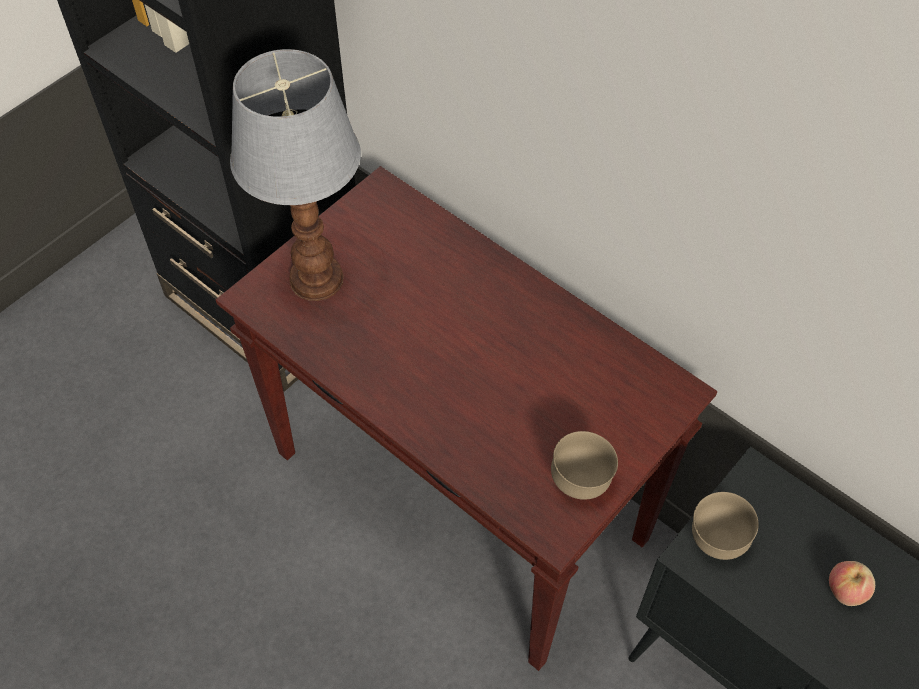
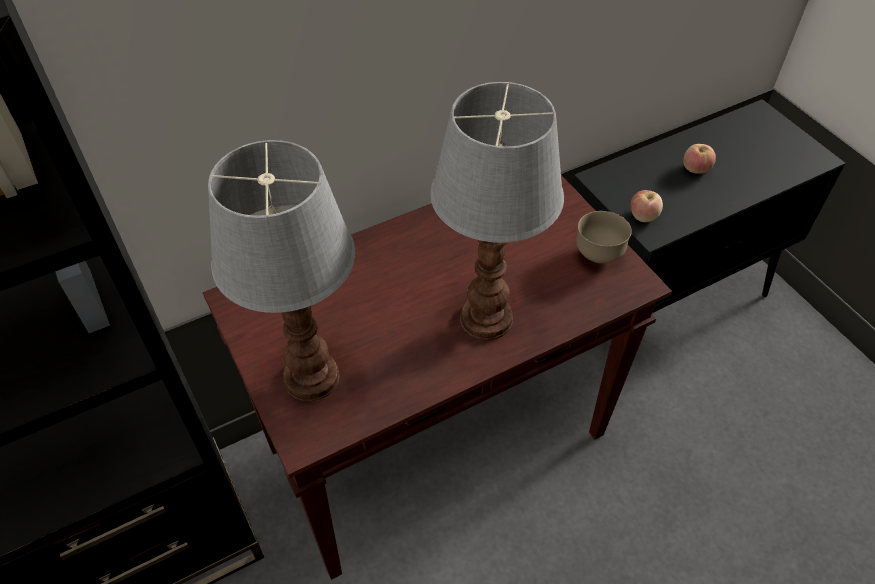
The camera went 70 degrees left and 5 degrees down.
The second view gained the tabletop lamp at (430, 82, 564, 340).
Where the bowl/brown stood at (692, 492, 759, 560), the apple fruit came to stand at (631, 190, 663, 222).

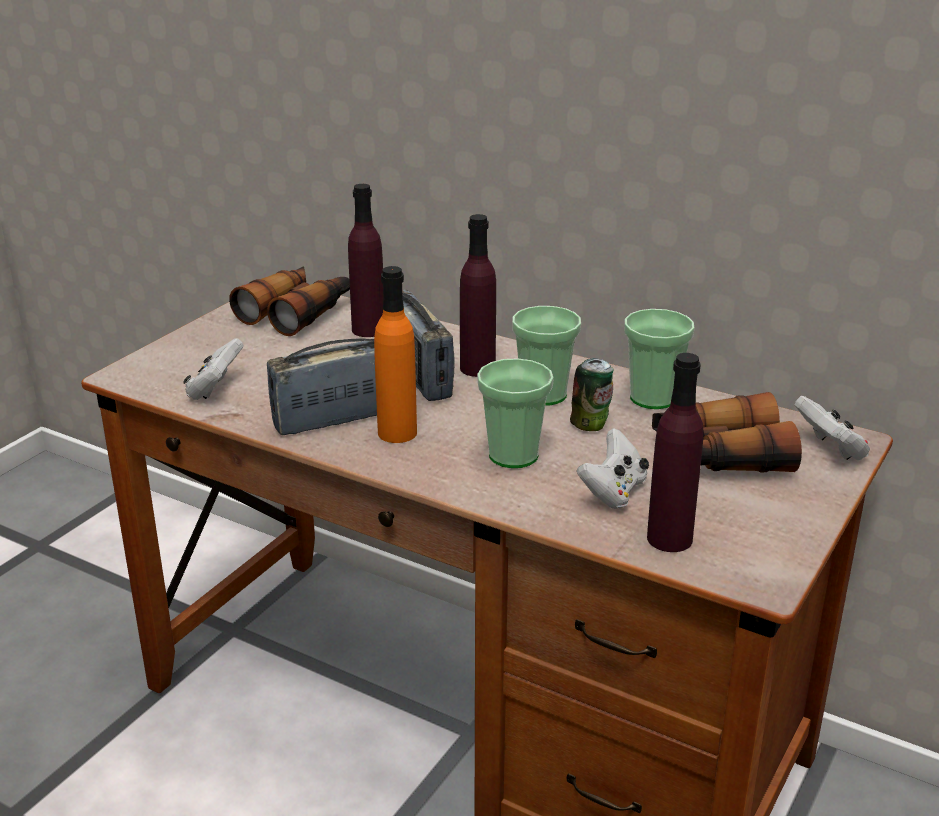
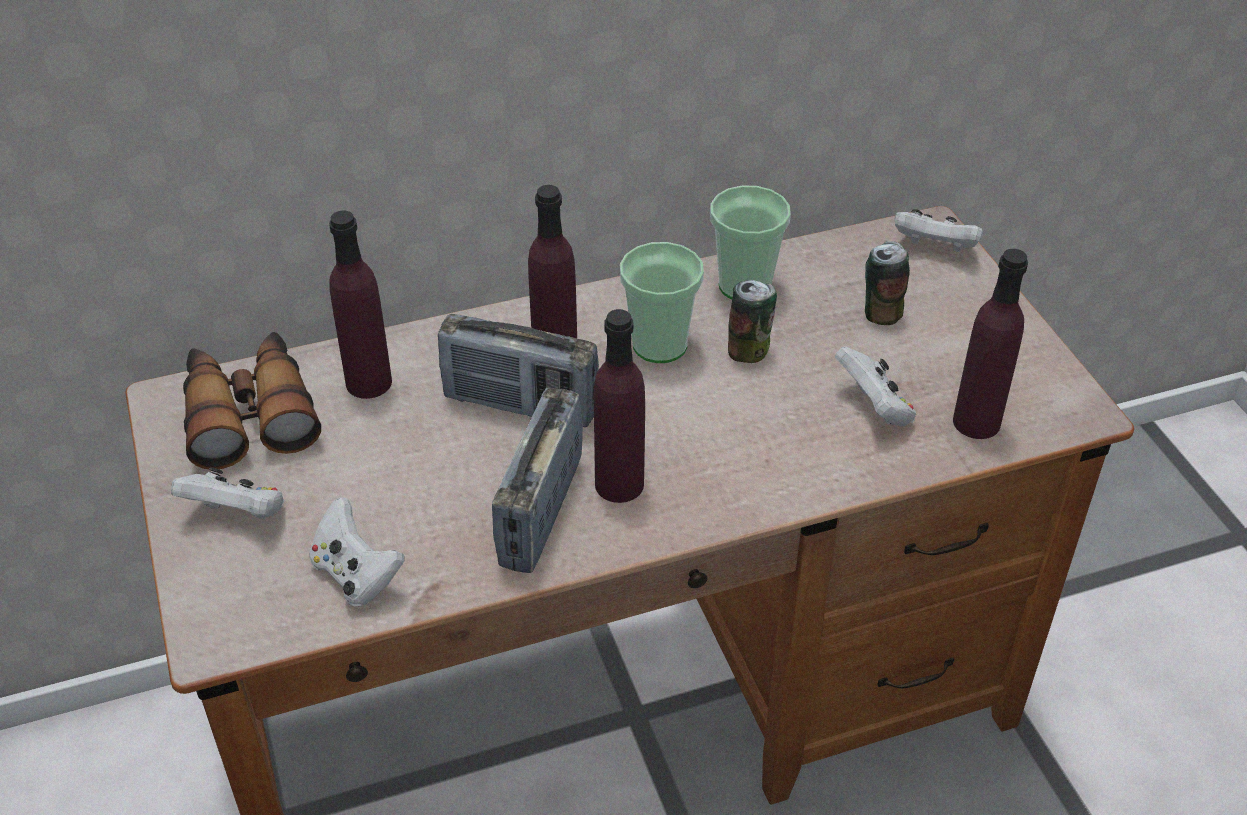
The camera went 50 degrees left and 15 degrees up.
The second view gained the gamepad/whitish at (171, 467, 284, 520).
What was the drink bottle/orange-coloured at (374, 266, 417, 443) turned into the drink bottle/purple-coloured at (594, 309, 645, 503).
Where the pair of binoculars stood at (652, 392, 802, 473), the sealed can came to stand at (865, 241, 910, 325).
The second view lost the drinking cup at (477, 358, 554, 468).

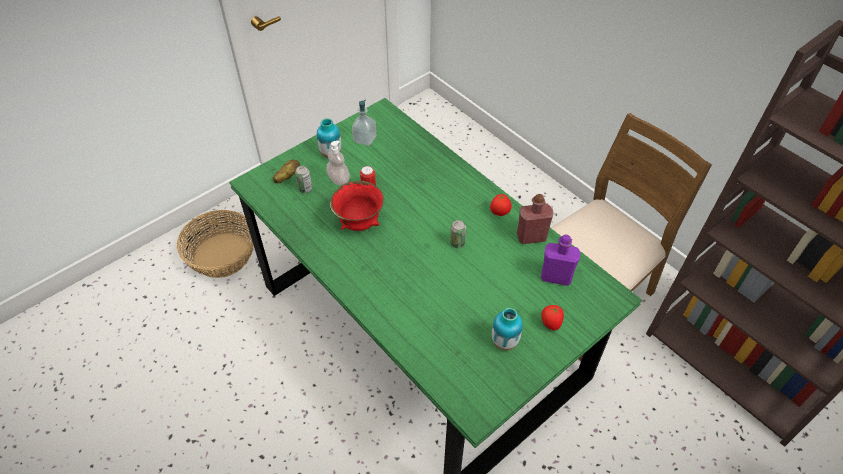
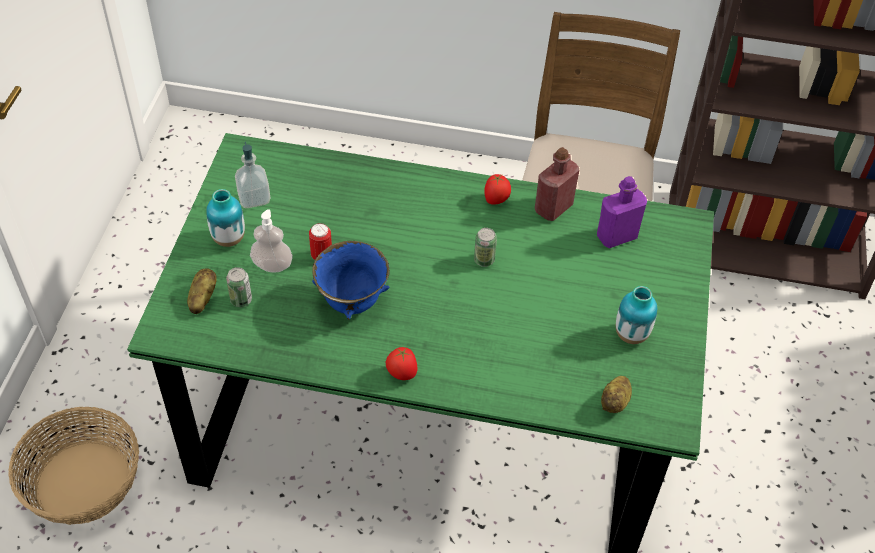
The camera went 40 degrees left and 0 degrees up.
What was the bowl/red-coloured at (329, 181, 384, 231) turned into the bowl/blue-coloured at (312, 241, 390, 320).
The whole tomato ended up elsewhere, having gone from (541, 305, 564, 330) to (386, 347, 417, 380).
The second view gained the spud at (601, 376, 632, 413).

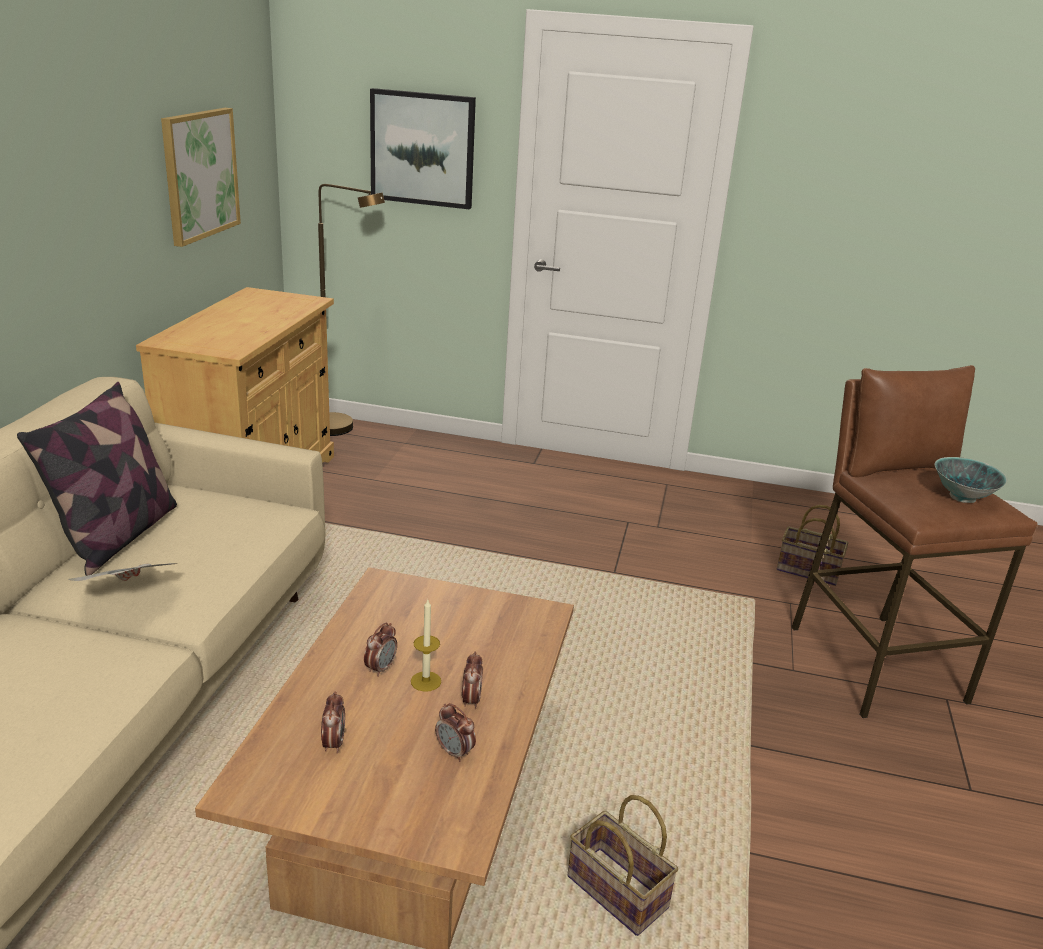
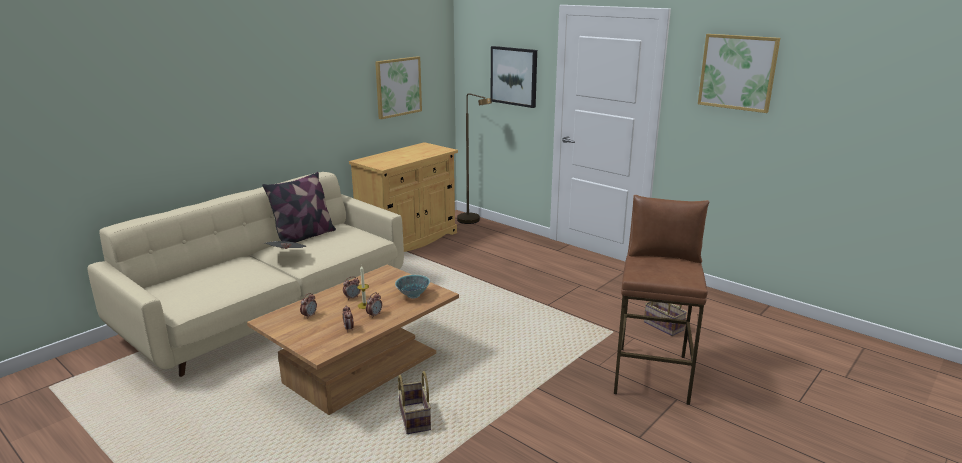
The camera went 30 degrees right and 5 degrees down.
The bowl ended up elsewhere, having gone from (934, 457, 1007, 503) to (395, 275, 430, 299).
The second view gained the wall art at (698, 34, 780, 113).

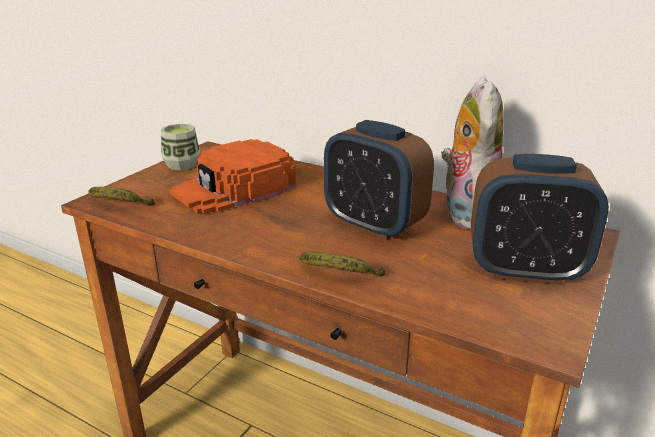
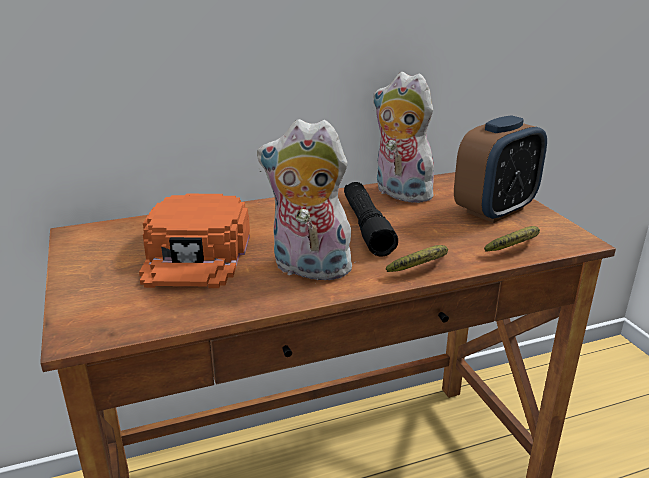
The camera went 50 degrees left and 0 degrees up.
The second view gained the soft toy at (257, 119, 358, 284).
Where the table clock stood at (324, 120, 434, 240), the hand torch/blackish came to stand at (344, 182, 398, 257).
The banana fruit ended up elsewhere, having gone from (88, 187, 154, 206) to (484, 226, 540, 252).
The second view lost the drinking cup at (161, 124, 200, 170).

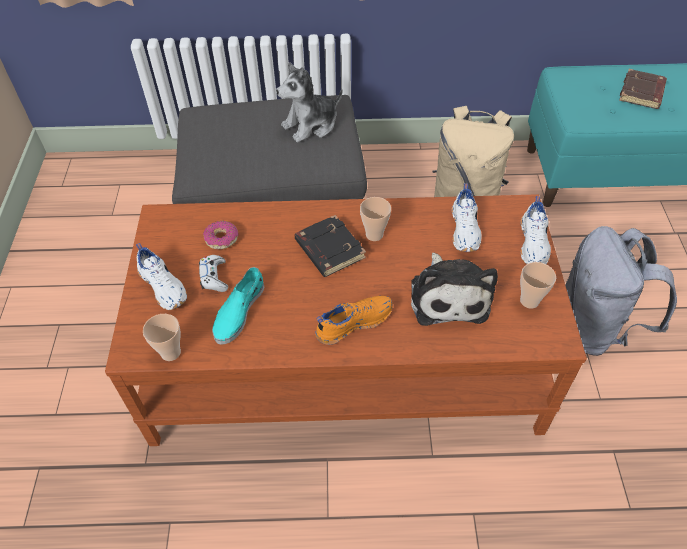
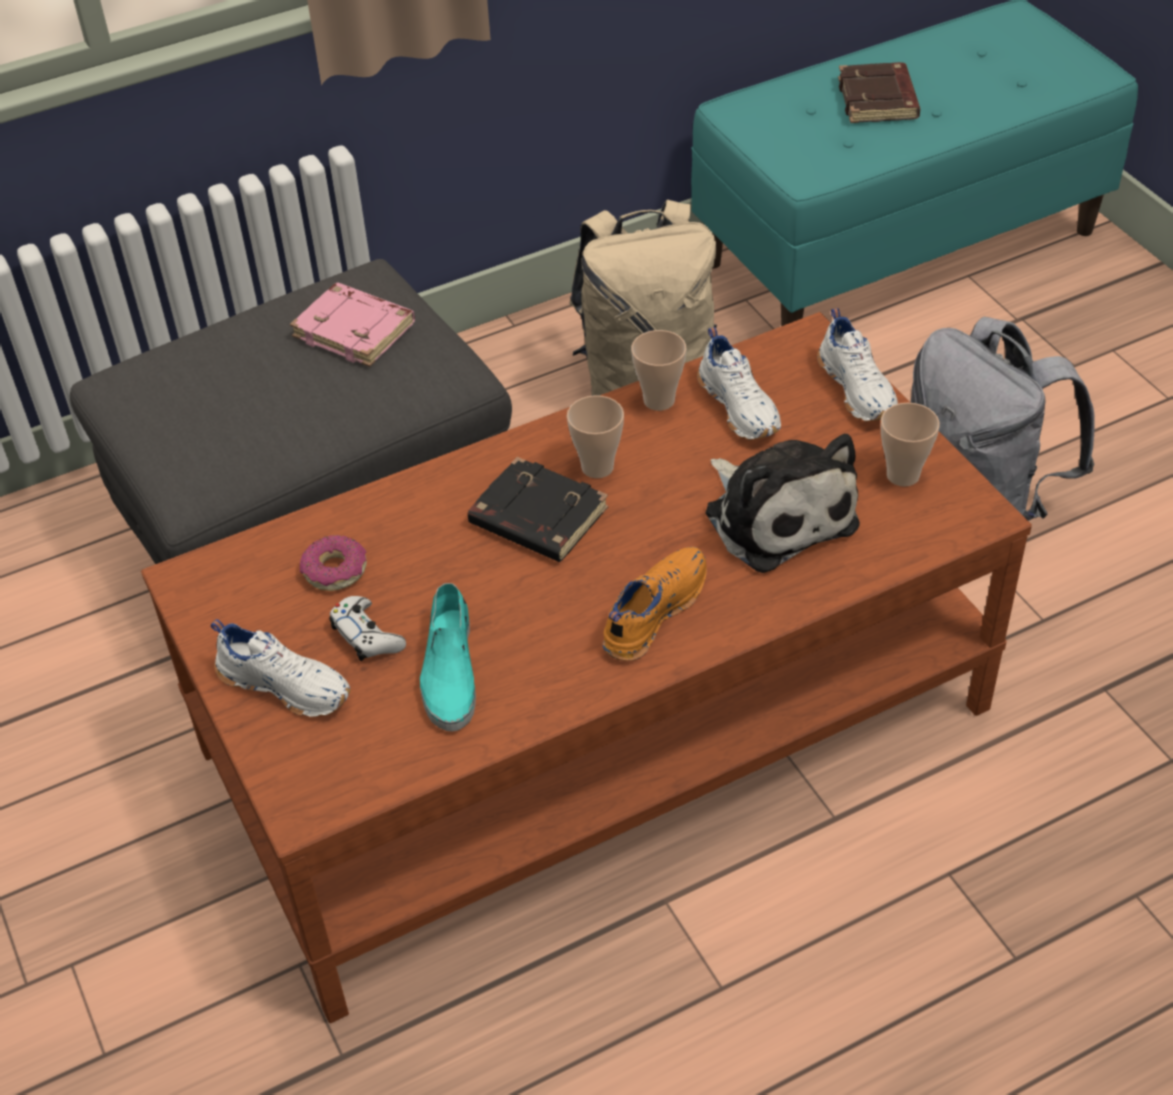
The camera went 25 degrees left and 5 degrees down.
Where the soft toy stood at (276, 62, 342, 142), the bound book/pink-coloured came to stand at (290, 283, 415, 367).
The drinking cup ended up elsewhere, having gone from (143, 314, 181, 361) to (631, 330, 686, 411).

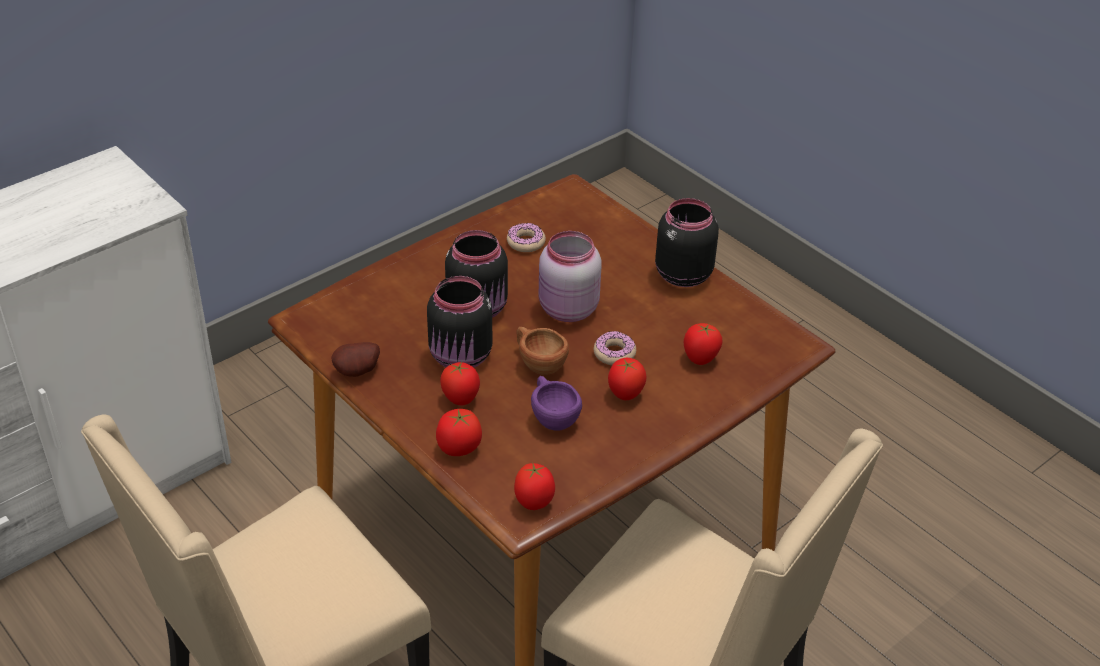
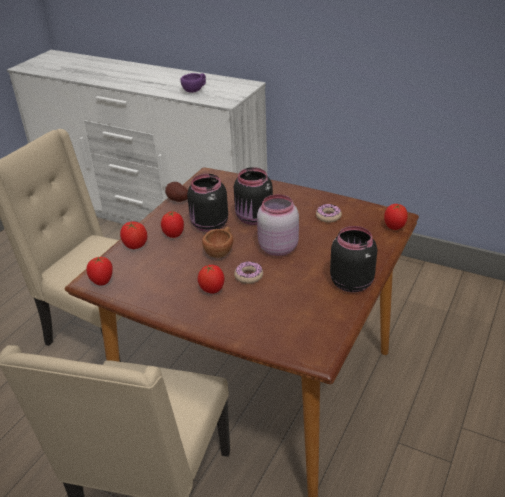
The camera went 70 degrees right and 5 degrees down.
The drinking cup/purple-coloured ended up elsewhere, having gone from (531, 376, 582, 431) to (180, 73, 206, 93).
The whole tomato ended up elsewhere, having gone from (684, 323, 723, 365) to (384, 204, 408, 230).

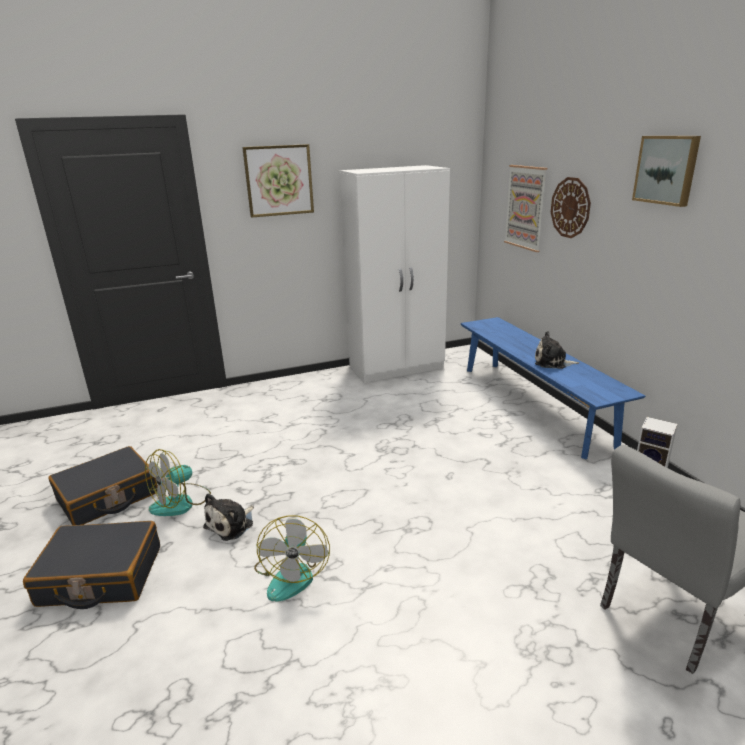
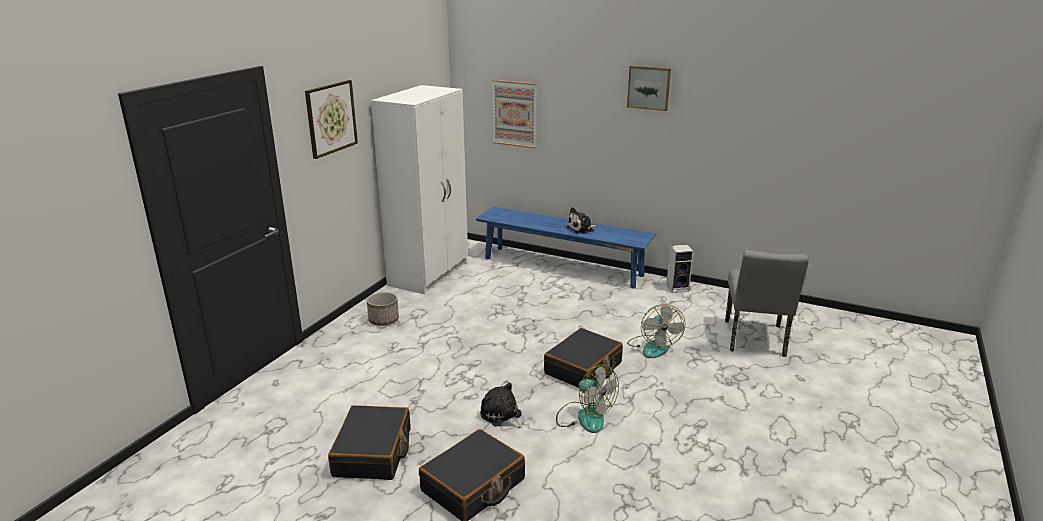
The camera went 45 degrees left and 0 degrees up.
The second view gained the flower pot at (367, 292, 399, 326).
The soft toy at (203, 493, 254, 541) ended up facing another way, 150 degrees clockwise from before.
The second view gained the suitcase/blackish at (544, 328, 623, 388).
The fan ended up elsewhere, having gone from (145, 449, 211, 516) to (627, 304, 685, 358).
The second view lost the clock on the wall at (551, 177, 591, 238).

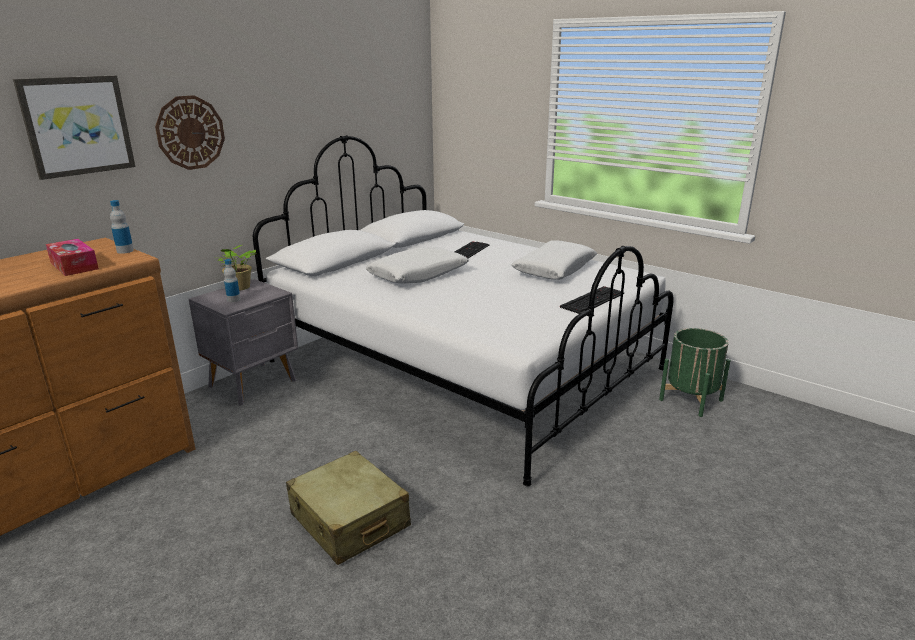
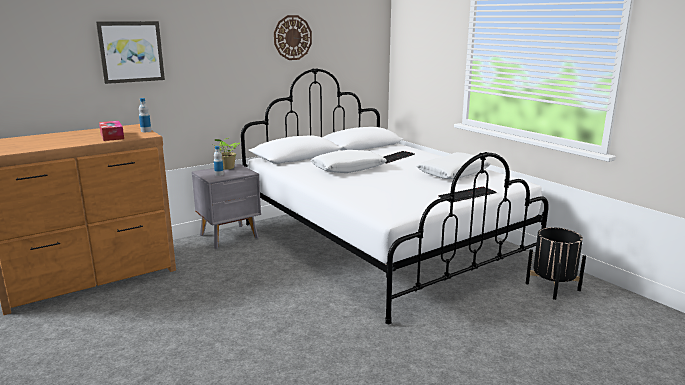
The camera went 15 degrees right and 5 degrees down.
The clock on the wall ended up elsewhere, having gone from (155, 95, 225, 170) to (274, 15, 312, 60).
What was the flower pot/green-coloured at (659, 328, 731, 417) turned into the flower pot/blackish at (526, 227, 586, 300).
The second view lost the suitcase/beige-coloured at (286, 451, 411, 565).

